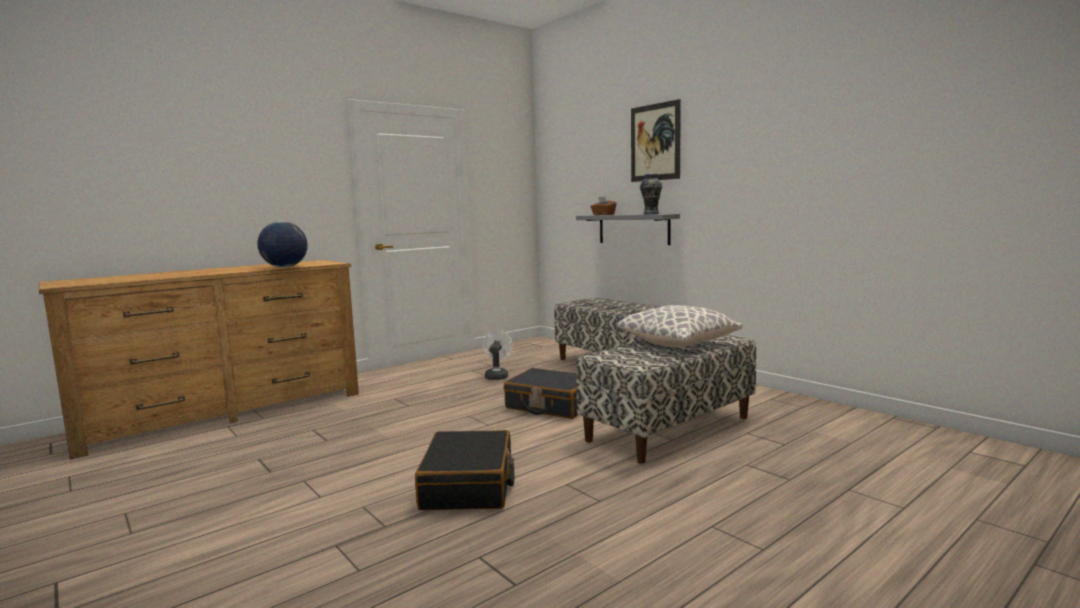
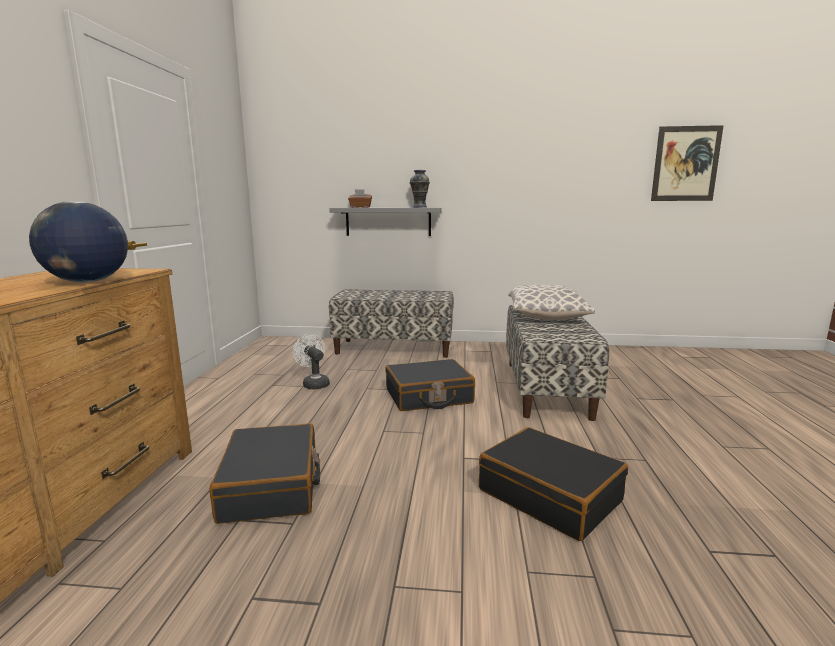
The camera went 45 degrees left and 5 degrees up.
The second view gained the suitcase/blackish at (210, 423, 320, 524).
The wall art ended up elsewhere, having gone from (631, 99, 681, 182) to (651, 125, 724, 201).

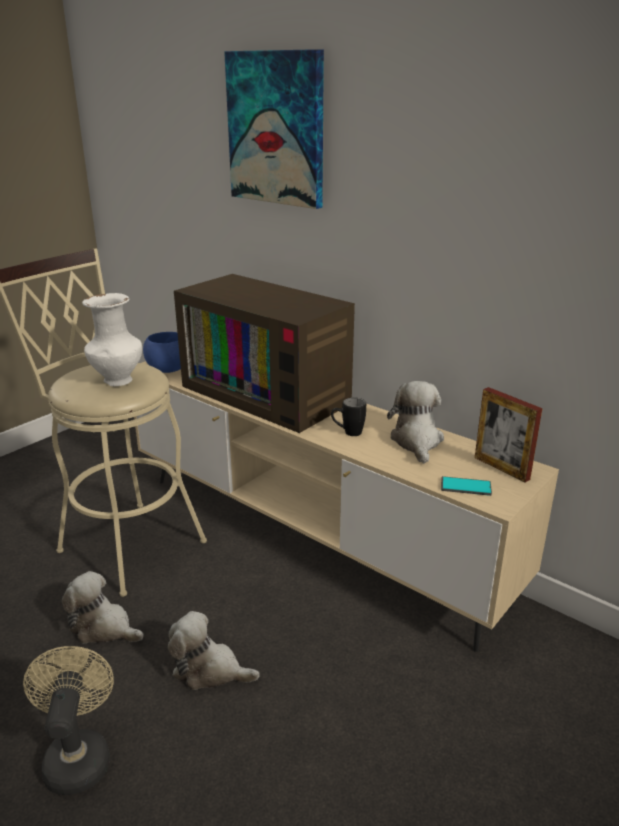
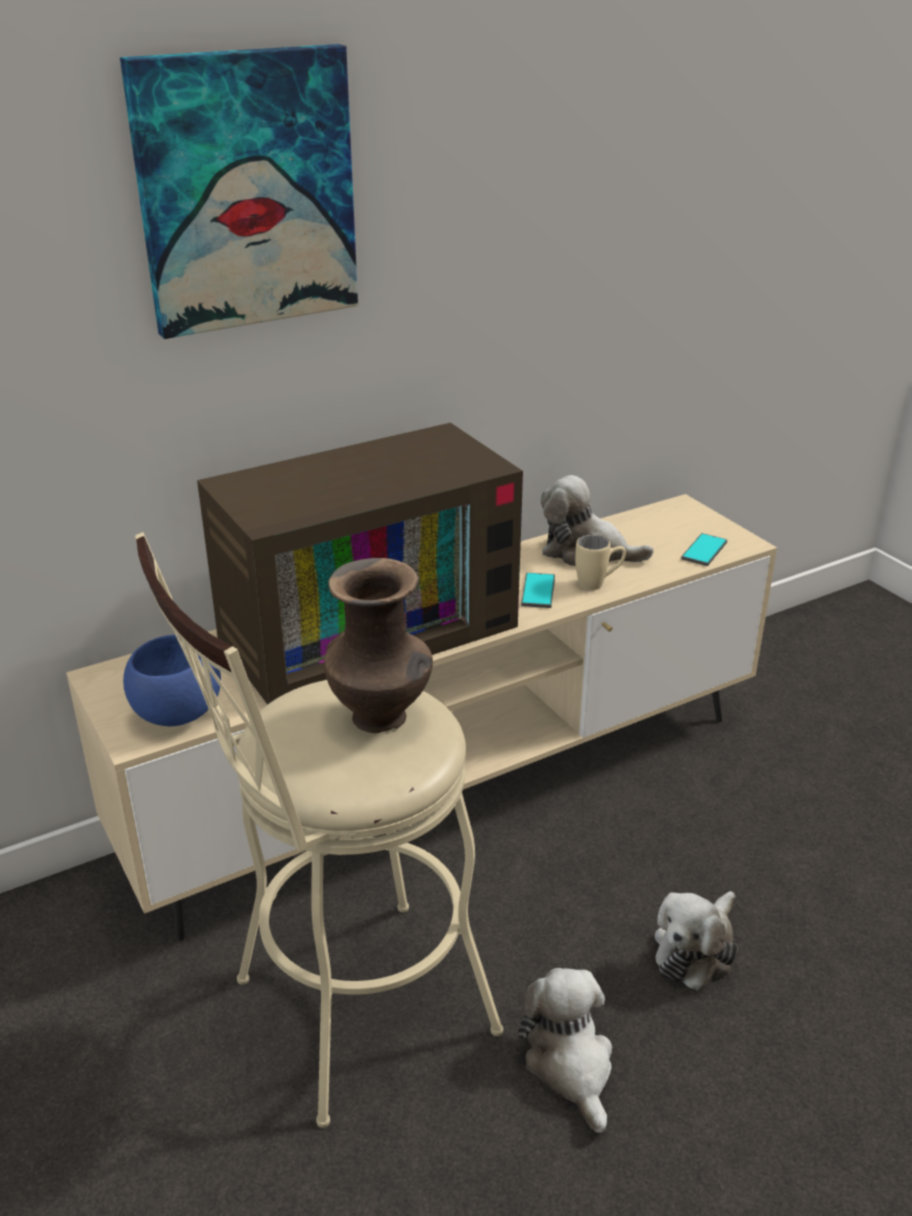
The camera went 70 degrees left and 5 degrees up.
What was the vase/whitish at (82, 293, 142, 386) turned into the vase/brown at (324, 558, 433, 733).
The soft toy at (62, 571, 144, 643) ended up facing another way, 120 degrees clockwise from before.
Where the mug/blackish stood at (331, 397, 366, 436), the telephone came to stand at (521, 573, 555, 608).
The second view gained the mug/beige-coloured at (575, 535, 626, 590).
The second view lost the fan/beige-coloured at (23, 646, 114, 795).
The second view lost the standing frame at (475, 387, 543, 482).

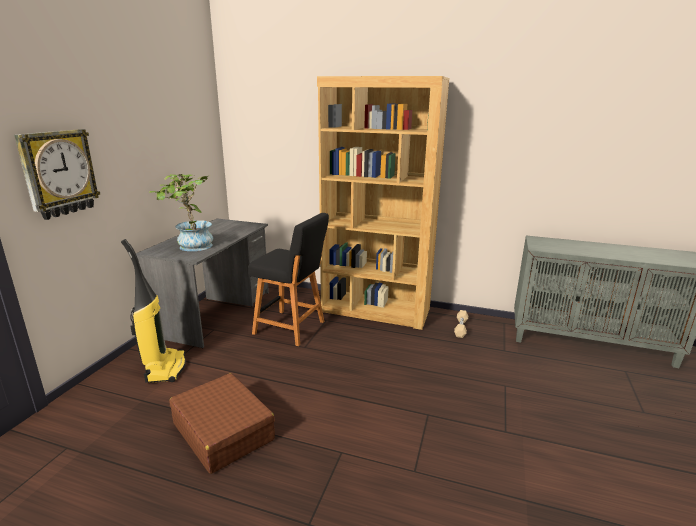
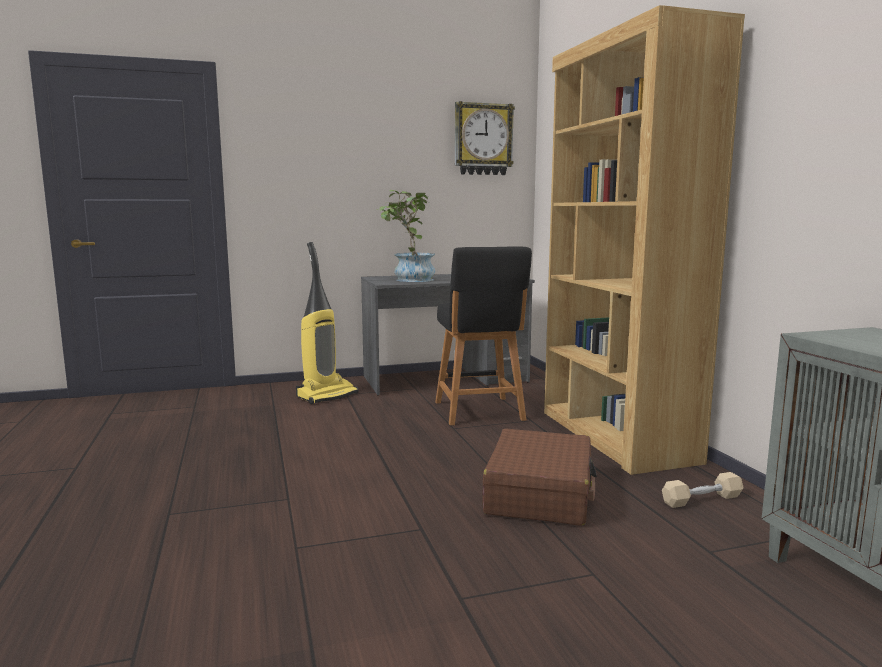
The camera went 55 degrees right and 10 degrees down.
The clock on the wall ended up elsewhere, having gone from (14, 129, 100, 220) to (455, 101, 515, 175).
The suitcase/brown ended up elsewhere, having gone from (169, 373, 275, 474) to (483, 429, 597, 526).

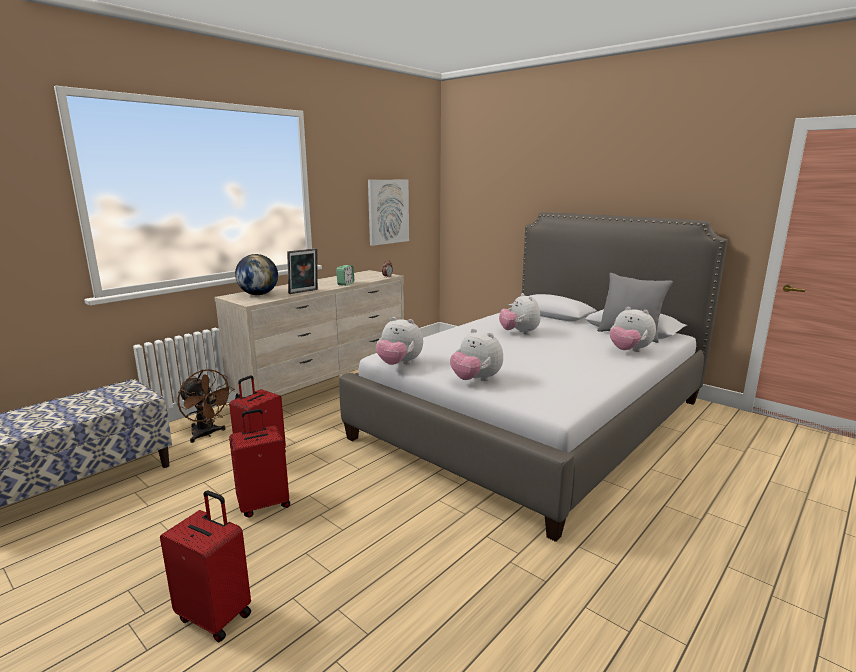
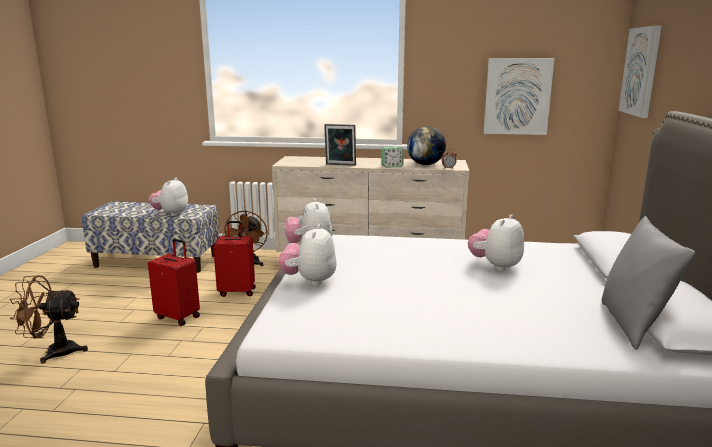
The camera went 55 degrees right and 0 degrees up.
Where the suitcase/red-coloured stood at (160, 491, 251, 642), the fan/brown came to stand at (10, 275, 88, 364).
The soft toy ended up elsewhere, having gone from (610, 307, 656, 352) to (148, 178, 188, 216).
The desk globe ended up elsewhere, having gone from (235, 254, 278, 295) to (407, 126, 446, 165).
The second view gained the wall art at (618, 25, 662, 118).

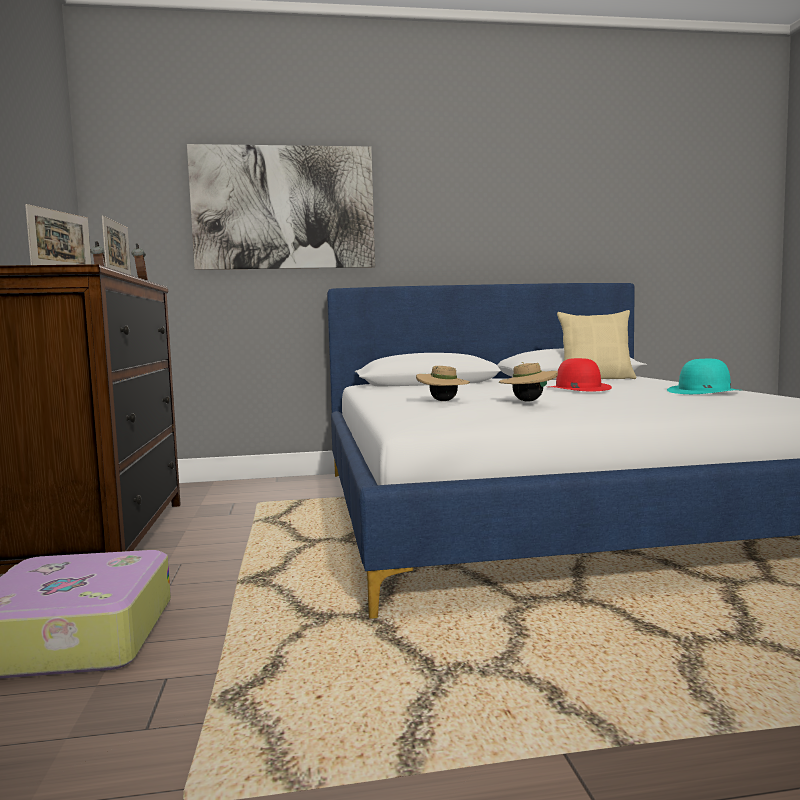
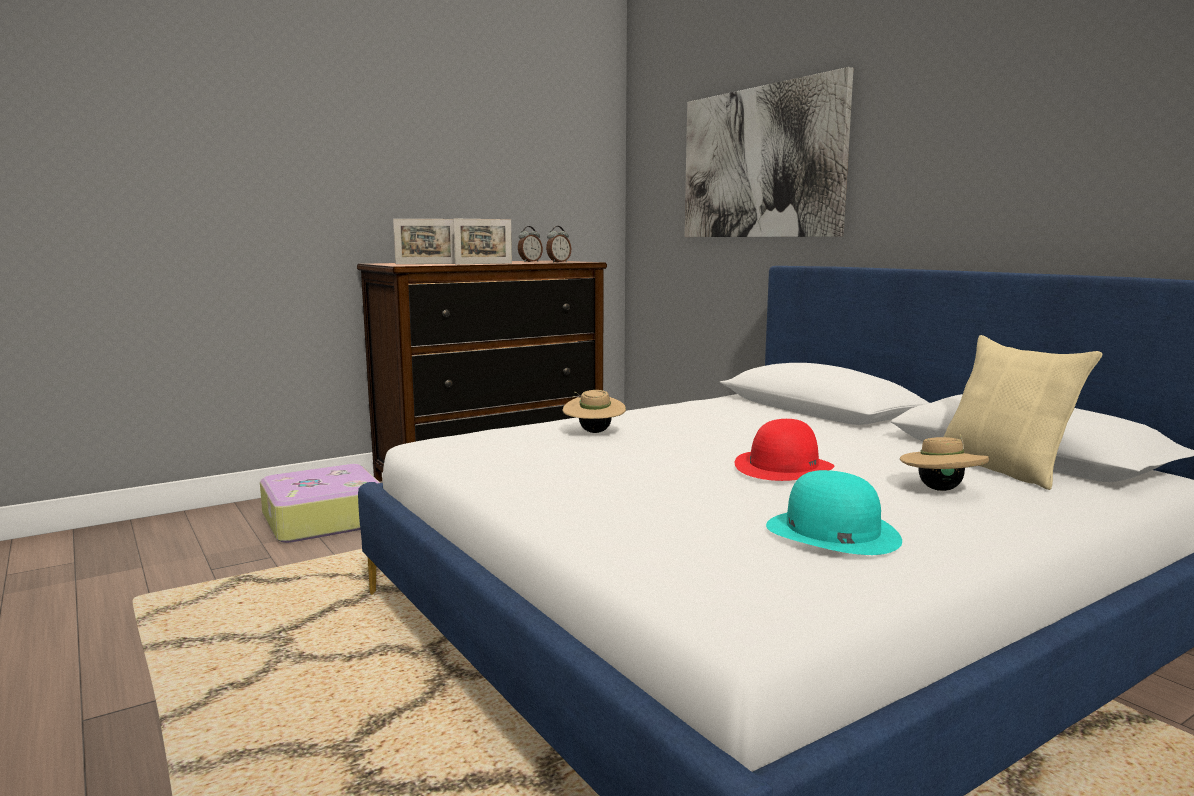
The camera went 65 degrees right and 5 degrees up.
The wearable hat/beige-coloured ended up elsewhere, having gone from (499, 362, 558, 401) to (900, 434, 989, 491).

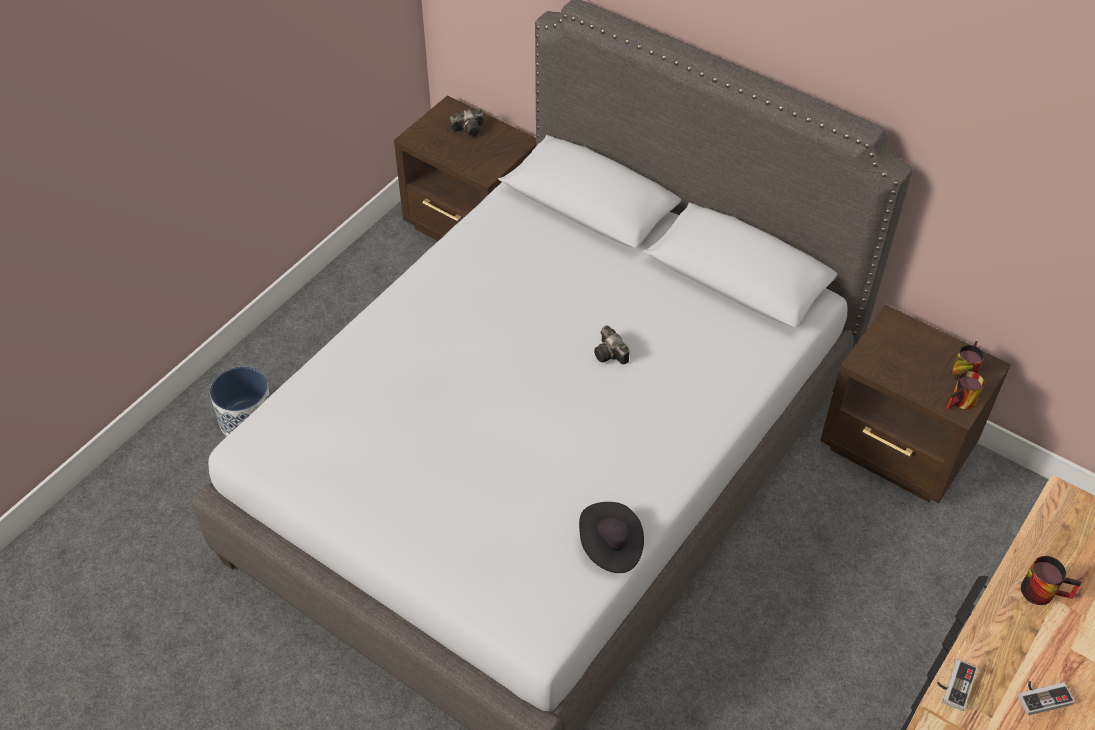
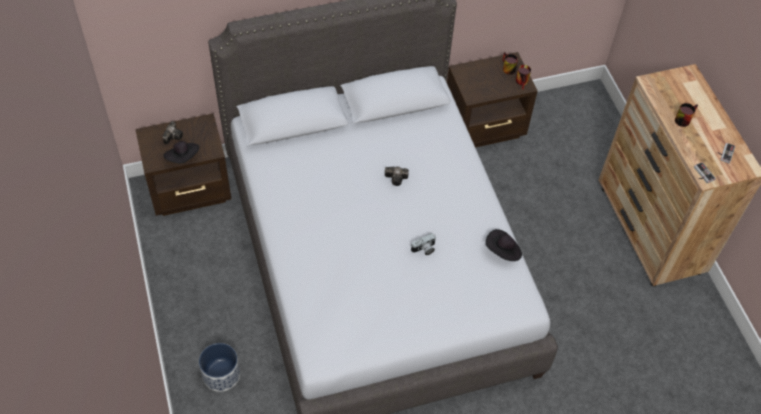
The camera went 55 degrees left and 5 degrees up.
The second view gained the wearable hat/blackish at (163, 141, 199, 163).
The second view gained the still camera at (411, 233, 436, 255).

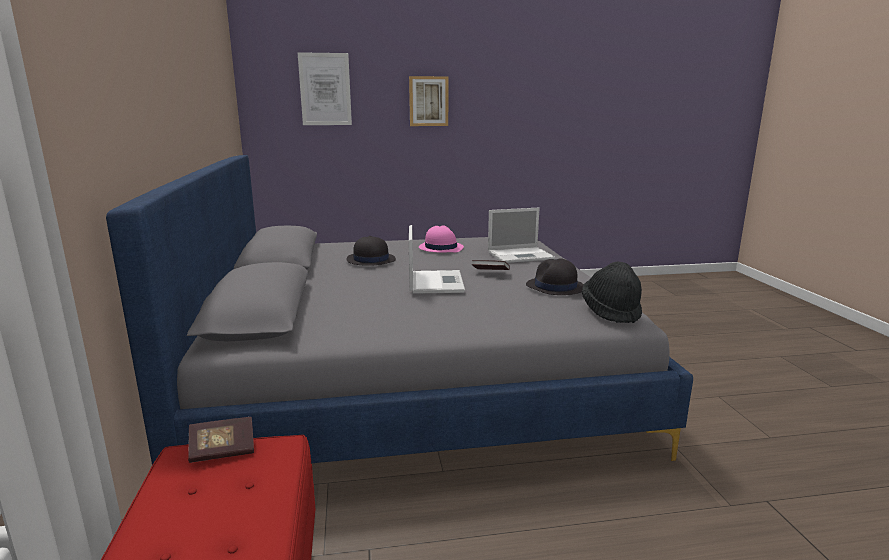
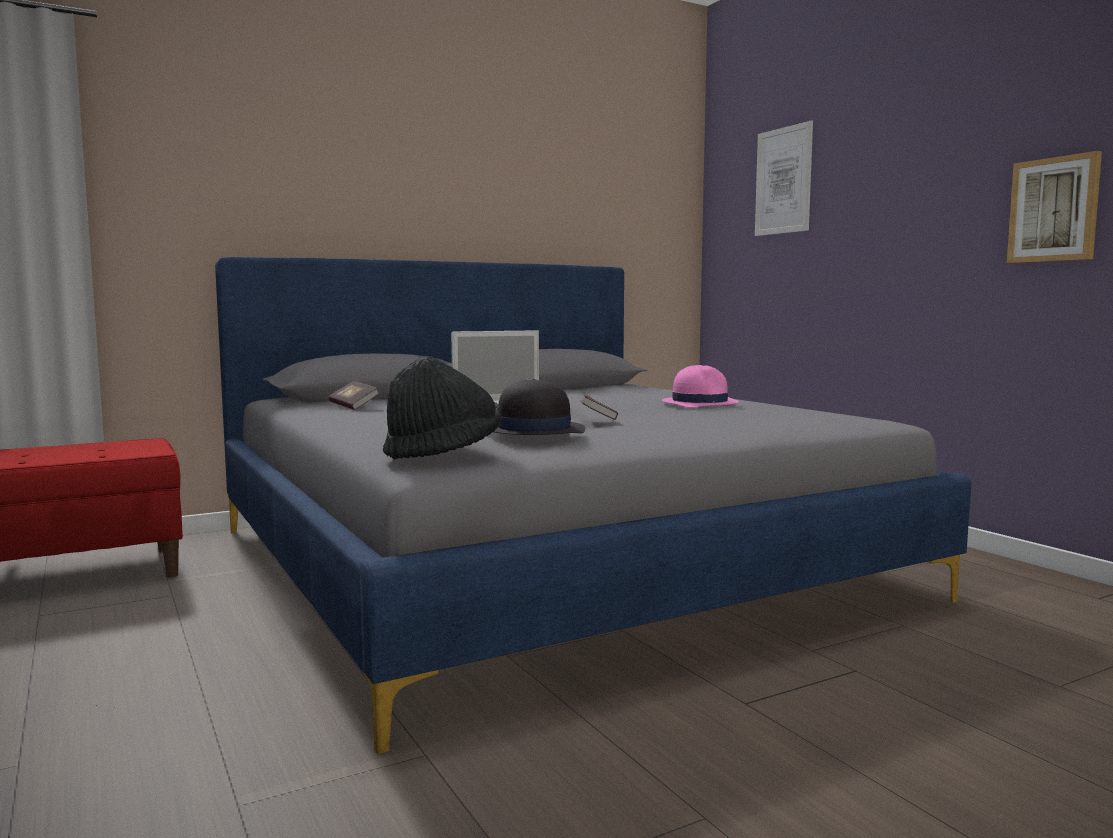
The camera went 70 degrees right and 10 degrees down.
The bound book ended up elsewhere, having gone from (188, 417, 254, 463) to (329, 381, 379, 410).
The wall art ended up elsewhere, having gone from (409, 76, 448, 126) to (1007, 151, 1102, 263).
The second view lost the wearable hat/blackish at (346, 236, 396, 266).
The second view lost the portable computer at (488, 208, 555, 263).

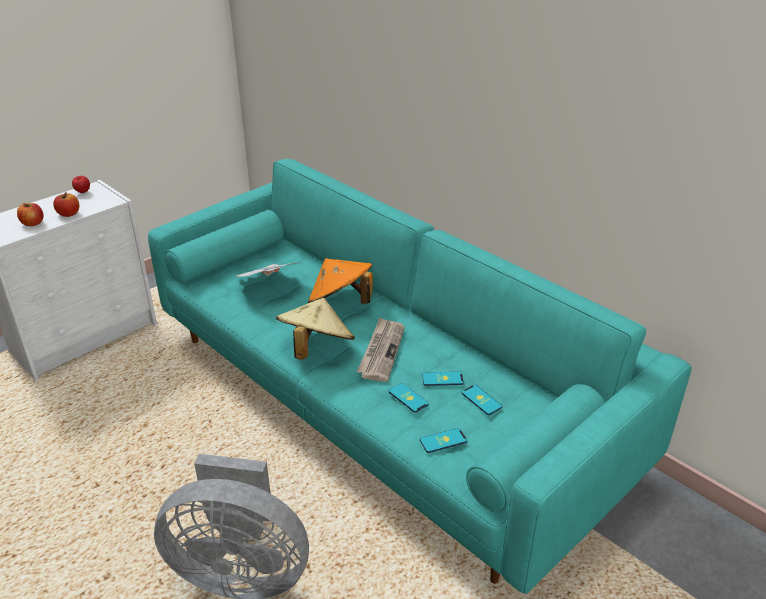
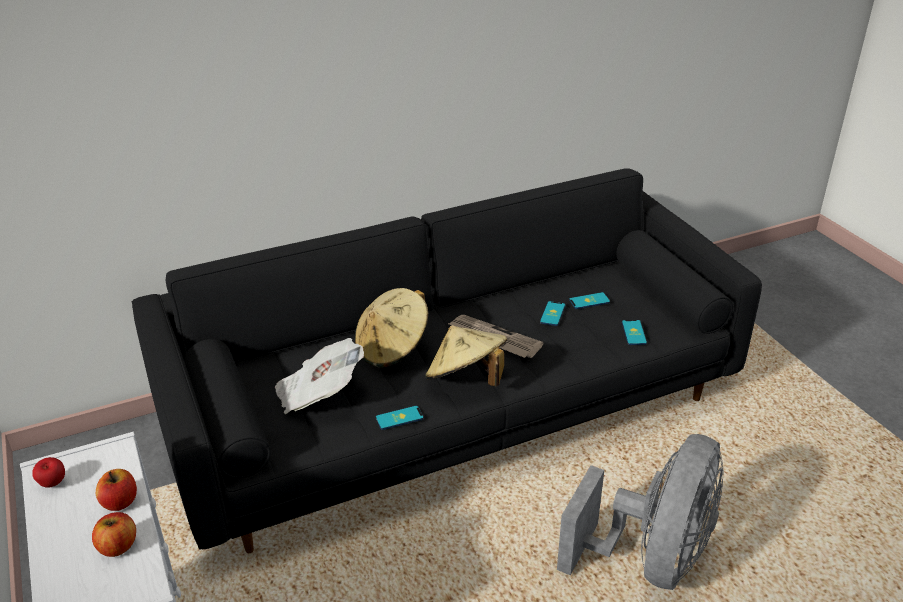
The camera went 70 degrees left and 0 degrees up.
What was the settee/blue-green at (148, 159, 692, 594) turned into the settee/blackish at (132, 168, 762, 553).
What was the wearable hat/orange-coloured at (308, 258, 373, 304) turned into the wearable hat/beige-coloured at (355, 288, 428, 368).
The telephone ended up elsewhere, having gone from (388, 383, 429, 413) to (376, 406, 424, 430).

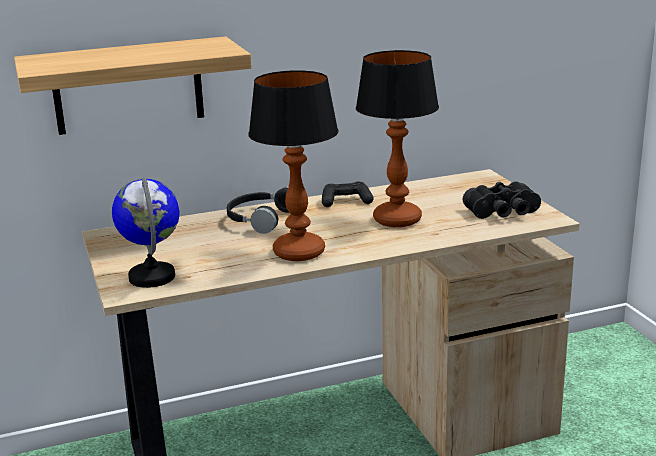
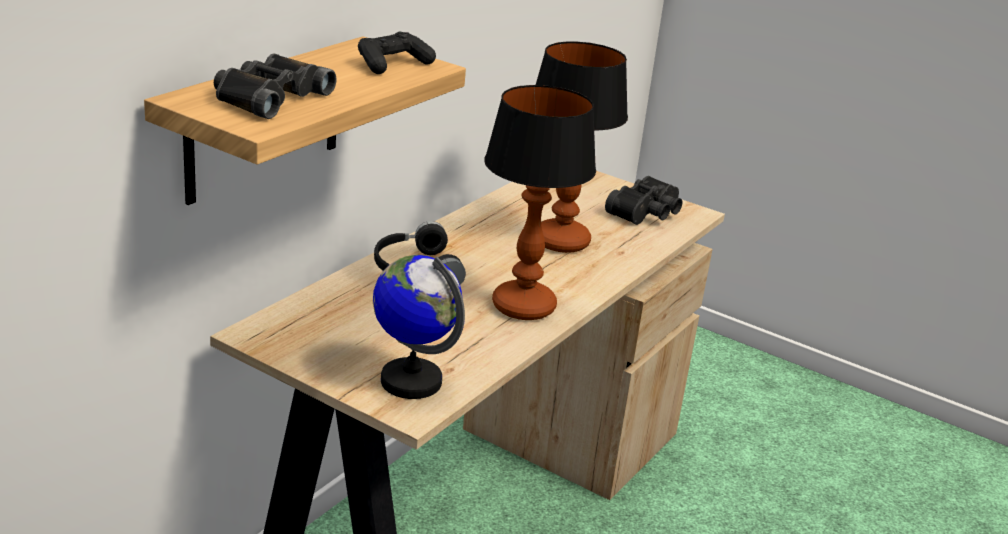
The camera went 40 degrees left and 5 degrees up.
The second view gained the pair of binoculars/blackish at (214, 53, 337, 119).
The gamepad/blackish ended up elsewhere, having gone from (322, 181, 374, 207) to (358, 32, 436, 74).

